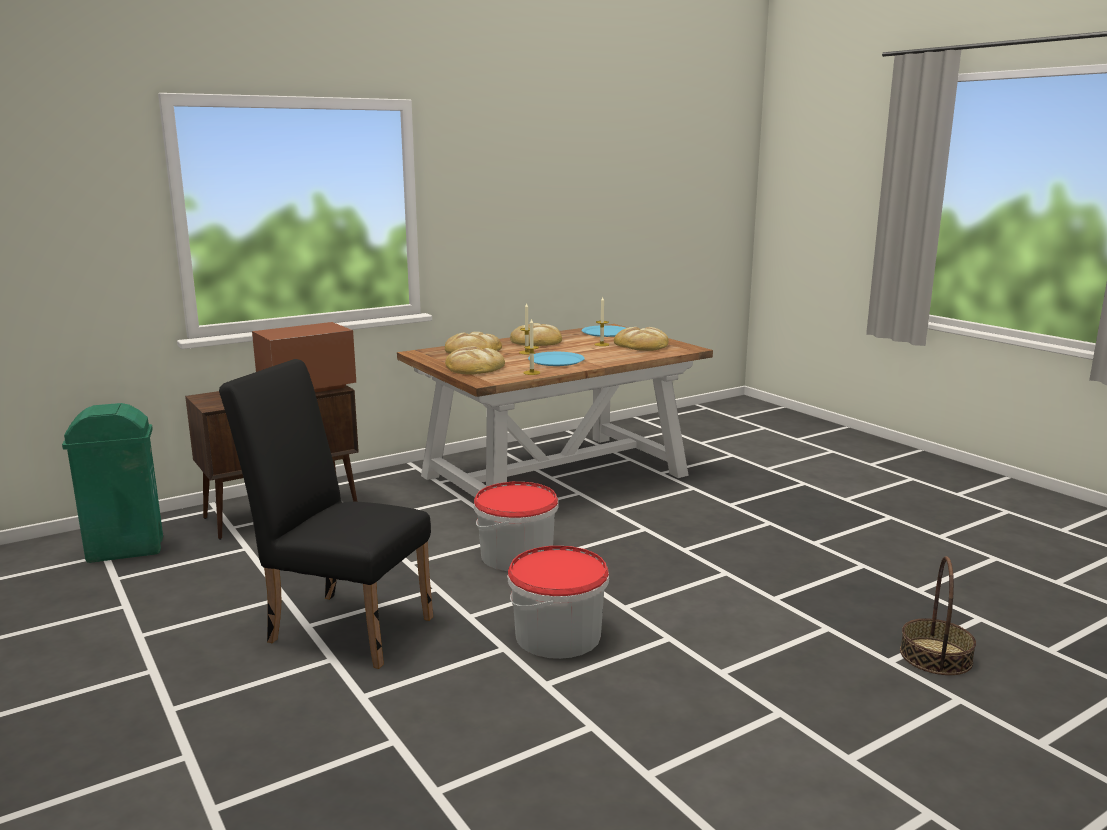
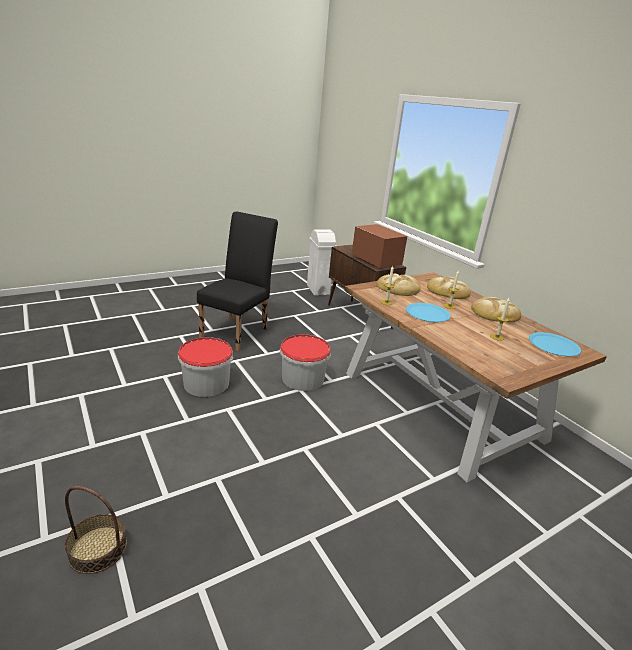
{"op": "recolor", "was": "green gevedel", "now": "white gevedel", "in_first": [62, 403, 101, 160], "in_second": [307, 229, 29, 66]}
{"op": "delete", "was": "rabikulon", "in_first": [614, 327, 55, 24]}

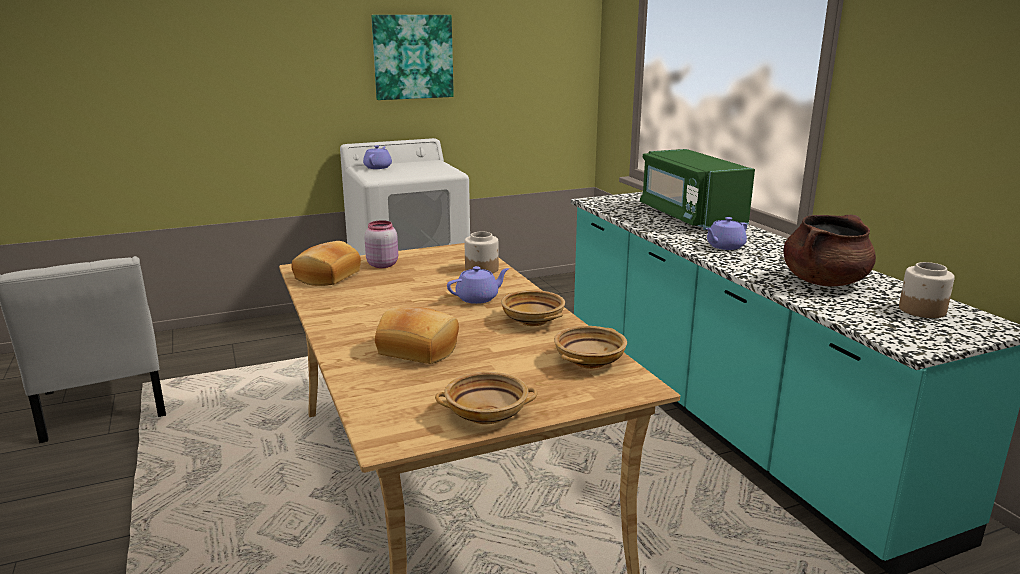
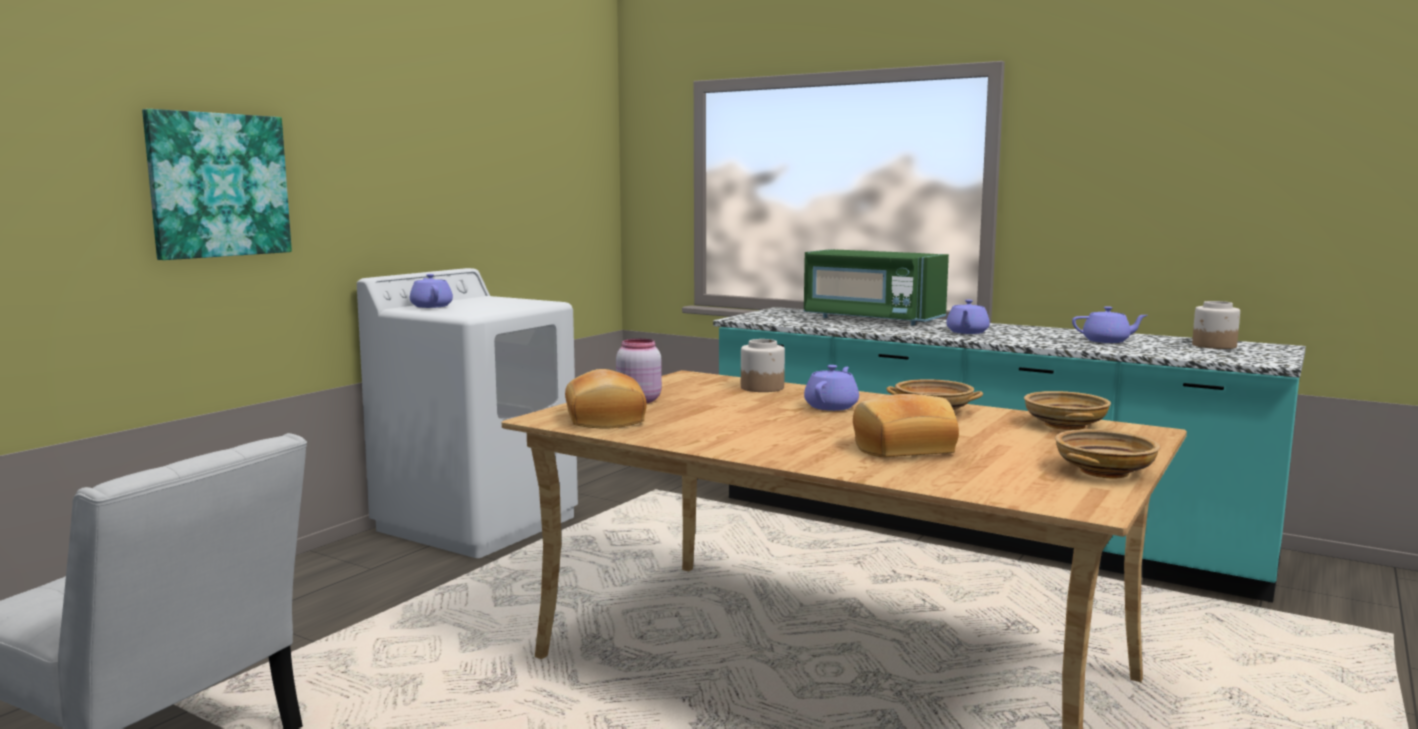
{"op": "move", "was": "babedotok", "in_first": [371, 15, 83, 85], "in_second": [142, 109, 150, 151]}
{"op": "replace", "was": "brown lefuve", "now": "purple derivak", "in_first": [783, 215, 93, 71], "in_second": [1072, 306, 76, 37]}

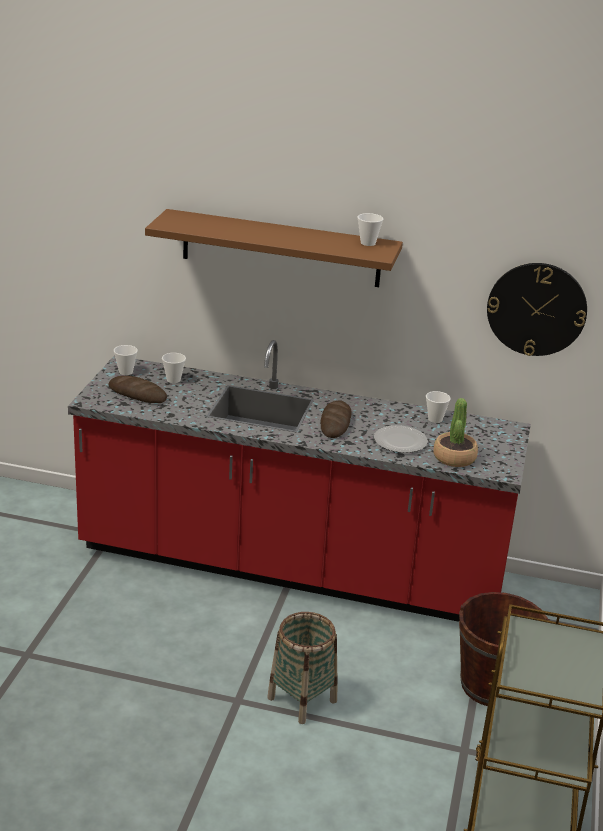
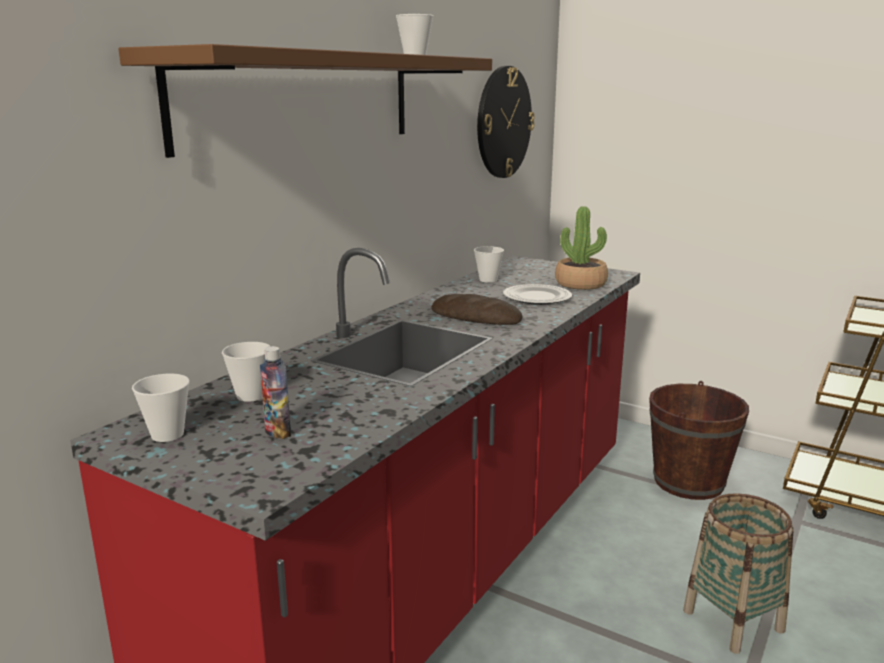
{"op": "replace", "was": "rabikulon", "now": "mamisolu", "in_first": [108, 376, 59, 27], "in_second": [260, 346, 31, 93]}

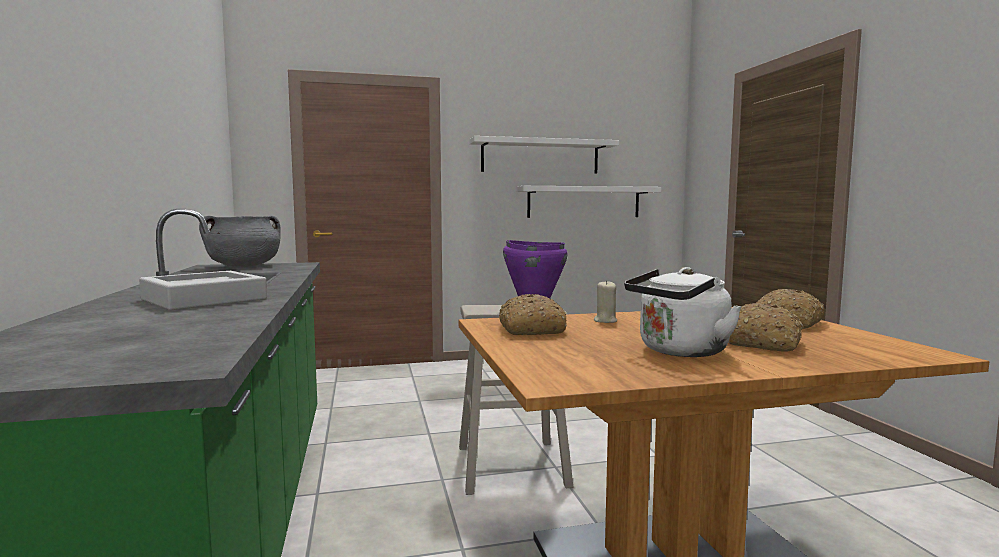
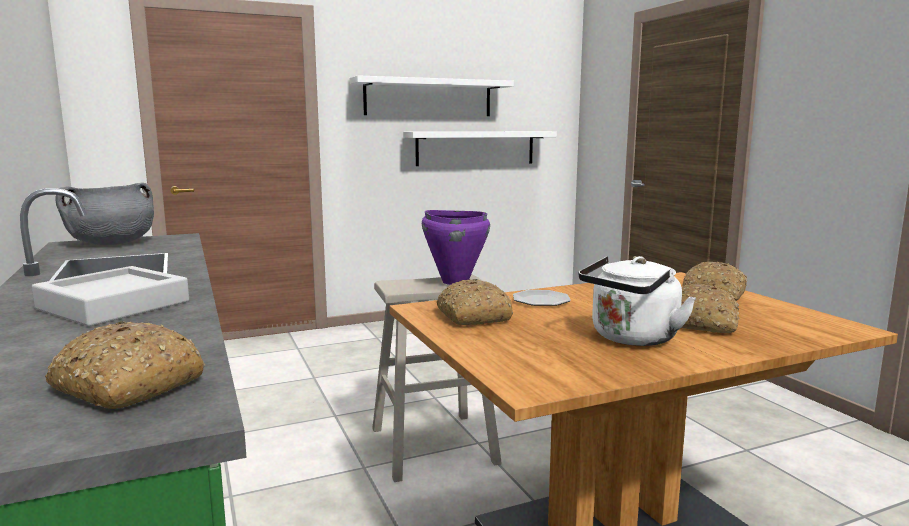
{"op": "insert", "now": "rabikulon", "in_second": [45, 321, 160, 88]}
{"op": "replace", "was": "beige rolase", "now": "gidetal", "in_first": [594, 280, 23, 43], "in_second": [513, 290, 58, 16]}

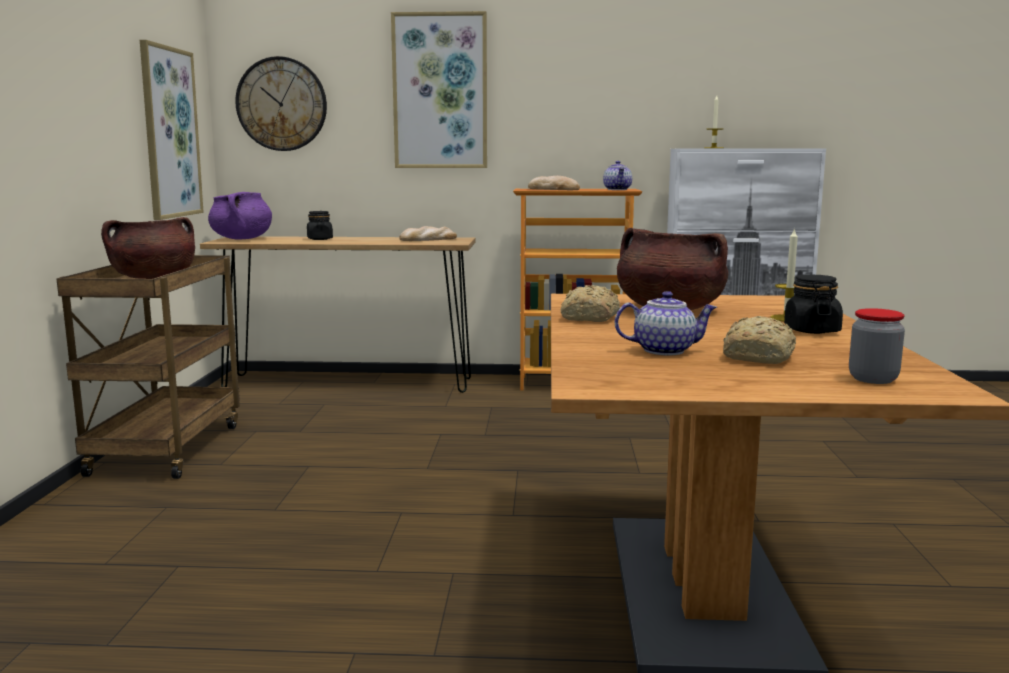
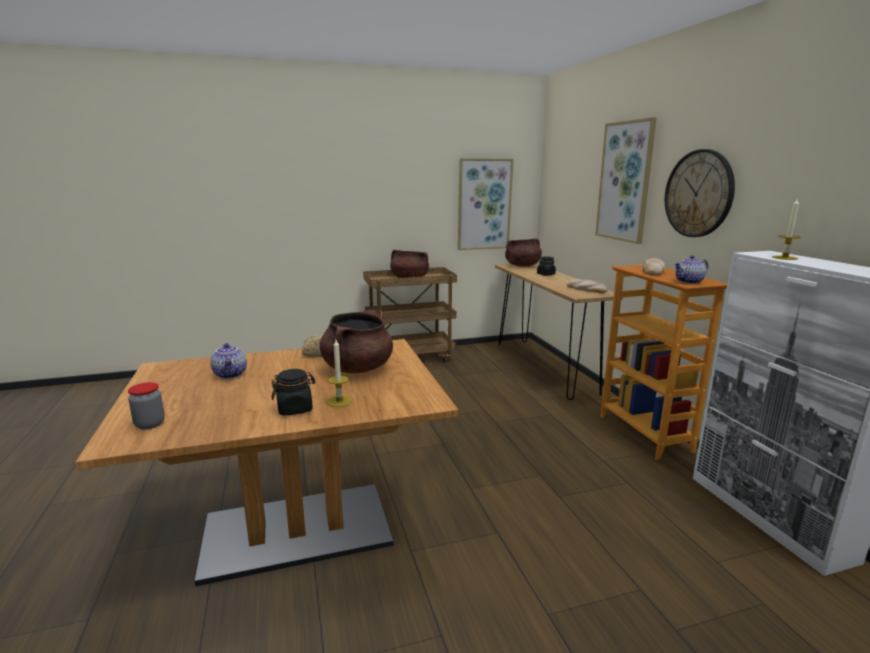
{"op": "recolor", "was": "purple lefuve", "now": "brown lefuve", "in_first": [208, 192, 64, 47], "in_second": [505, 238, 37, 29]}
{"op": "move", "was": "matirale", "in_first": [235, 56, 92, 95], "in_second": [665, 149, 70, 88]}
{"op": "delete", "was": "rabikulon", "in_first": [723, 316, 73, 48]}

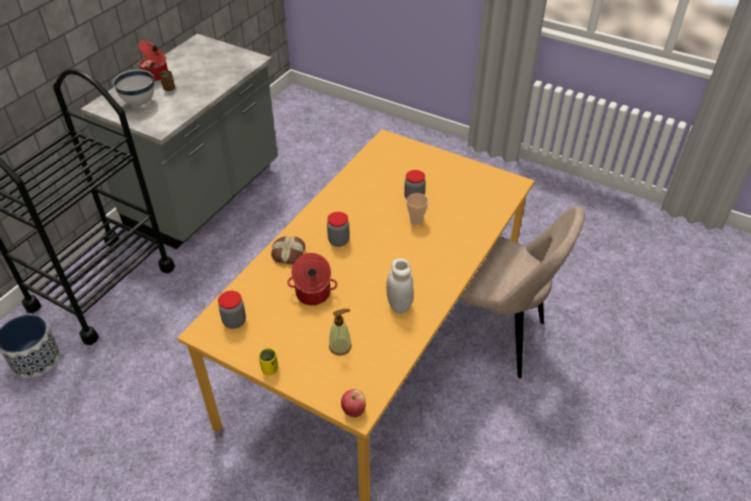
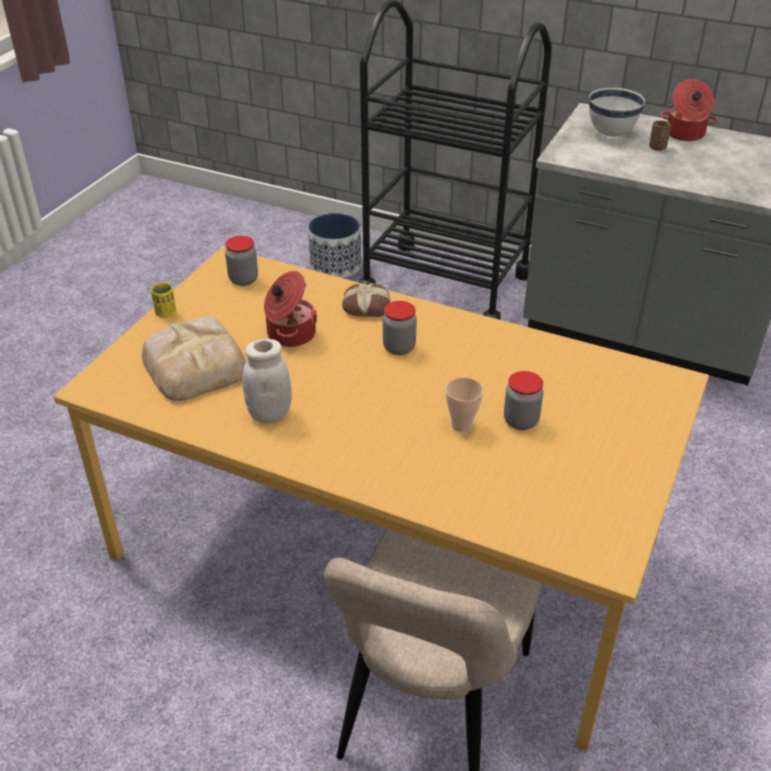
{"op": "replace", "was": "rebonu", "now": "rabikulon", "in_first": [329, 309, 23, 47], "in_second": [142, 317, 104, 84]}
{"op": "delete", "was": "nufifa", "in_first": [341, 389, 25, 28]}

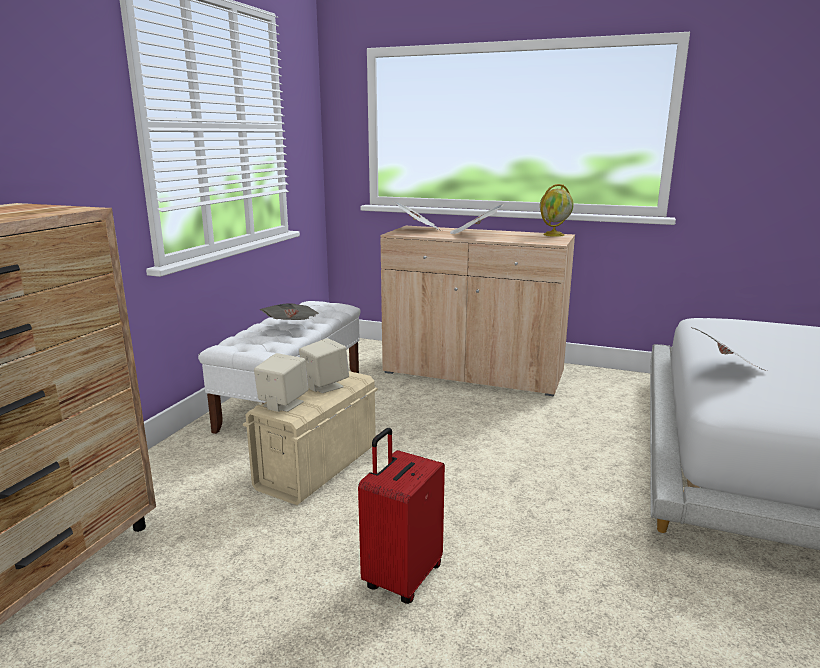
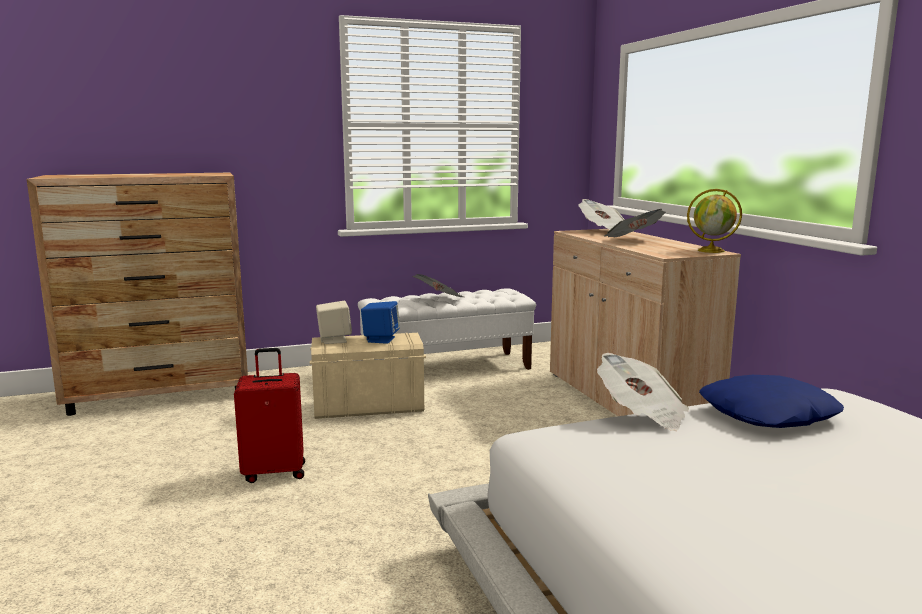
{"op": "recolor", "was": "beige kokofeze", "now": "blue kokofeze", "in_first": [299, 338, 50, 55], "in_second": [361, 301, 39, 43]}
{"op": "insert", "now": "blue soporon", "in_second": [699, 375, 145, 53]}

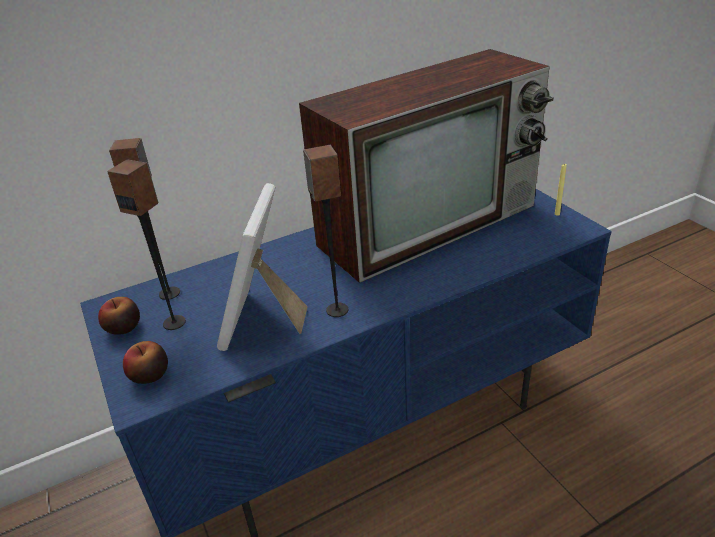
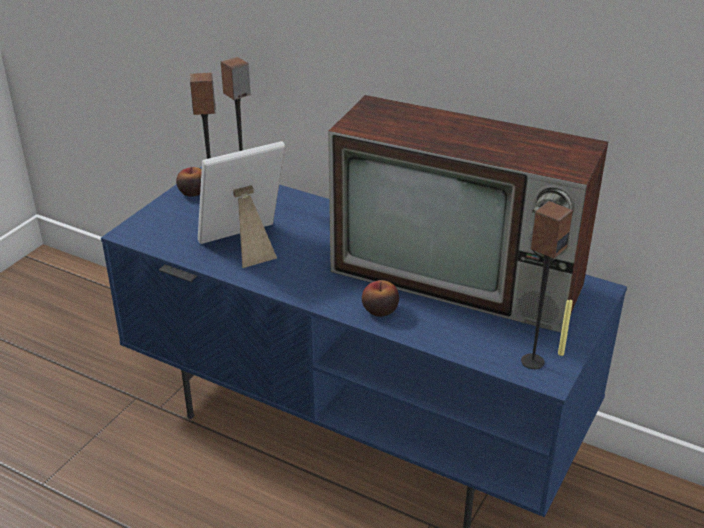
{"op": "move", "was": "nufifa", "in_first": [123, 341, 45, 43], "in_second": [362, 280, 37, 37]}
{"op": "move", "was": "kokofeze", "in_first": [303, 145, 45, 172], "in_second": [521, 201, 52, 168]}

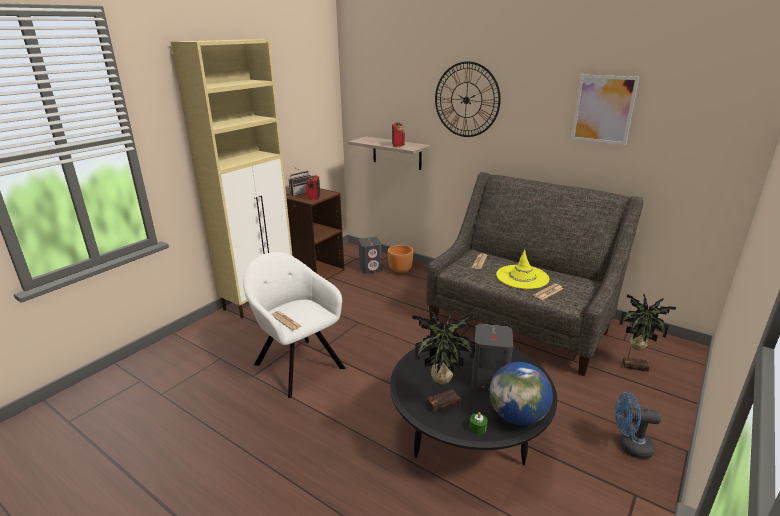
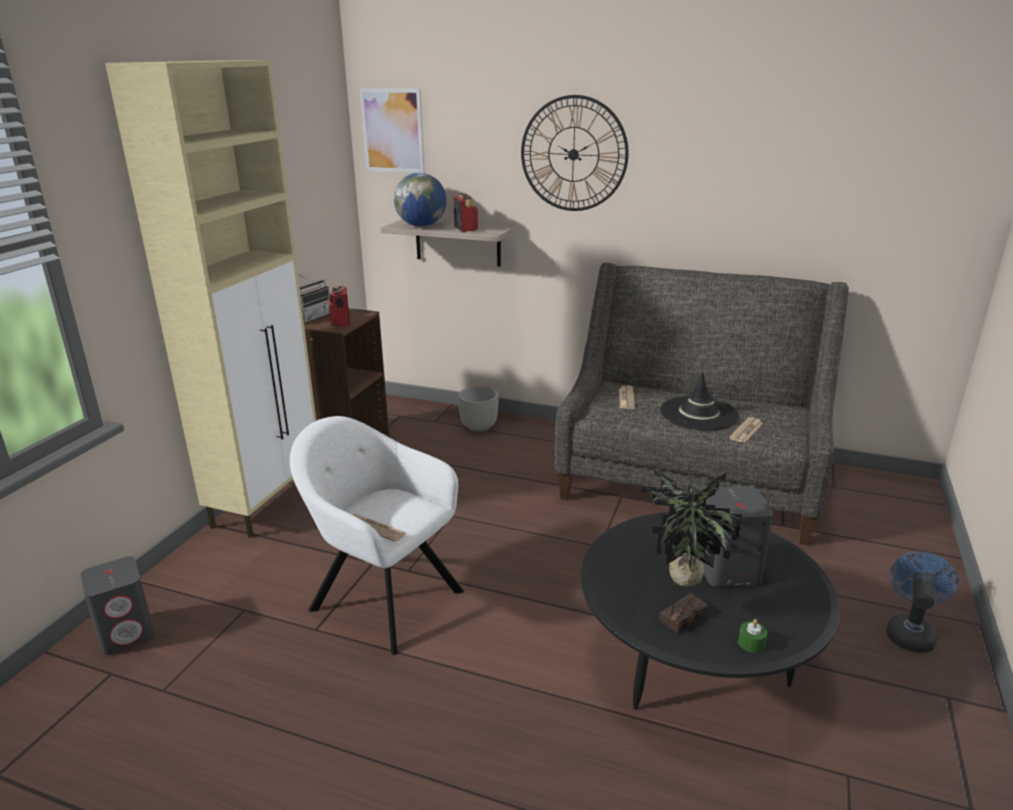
{"op": "move", "was": "grey kokofeze", "in_first": [359, 237, 23, 37], "in_second": [81, 556, 74, 99]}
{"op": "move", "was": "babedotok", "in_first": [571, 75, 68, 70], "in_second": [360, 88, 65, 85]}
{"op": "move", "was": "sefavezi", "in_first": [490, 362, 63, 64], "in_second": [394, 173, 52, 54]}
{"op": "recolor", "was": "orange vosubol", "now": "grey vosubol", "in_first": [388, 245, 25, 29], "in_second": [458, 386, 41, 46]}
{"op": "recolor", "was": "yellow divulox", "now": "black divulox", "in_first": [496, 249, 53, 40], "in_second": [660, 372, 79, 58]}
{"op": "rotate", "was": "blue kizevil", "in_first": [615, 392, 46, 67], "in_second": [886, 552, 72, 101], "clockwise": 120}
{"op": "delete", "was": "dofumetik", "in_first": [620, 294, 56, 78]}

